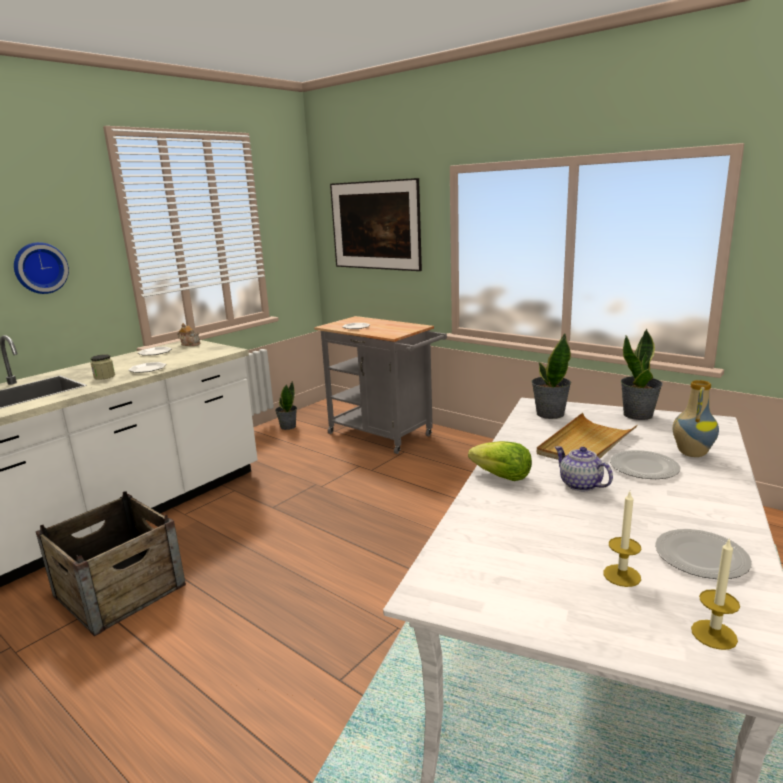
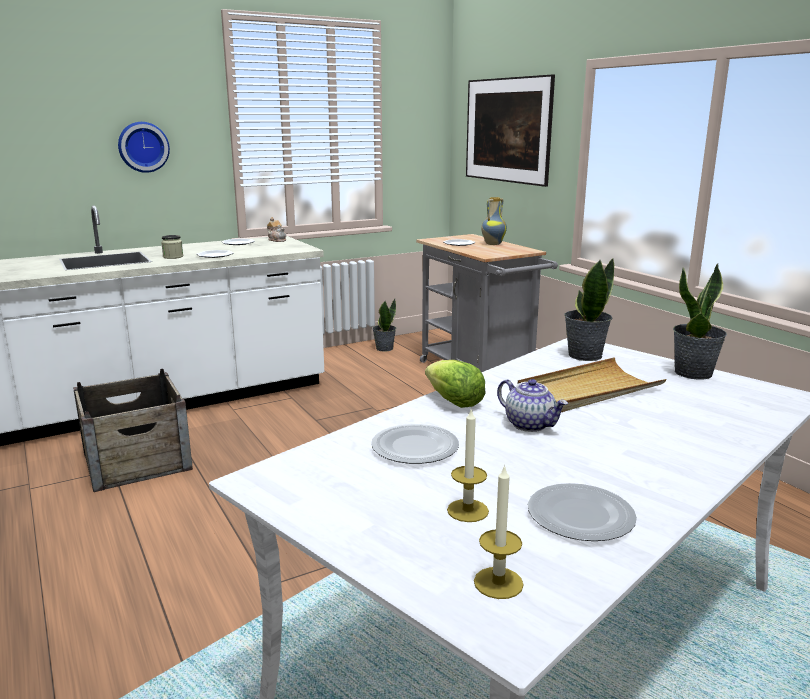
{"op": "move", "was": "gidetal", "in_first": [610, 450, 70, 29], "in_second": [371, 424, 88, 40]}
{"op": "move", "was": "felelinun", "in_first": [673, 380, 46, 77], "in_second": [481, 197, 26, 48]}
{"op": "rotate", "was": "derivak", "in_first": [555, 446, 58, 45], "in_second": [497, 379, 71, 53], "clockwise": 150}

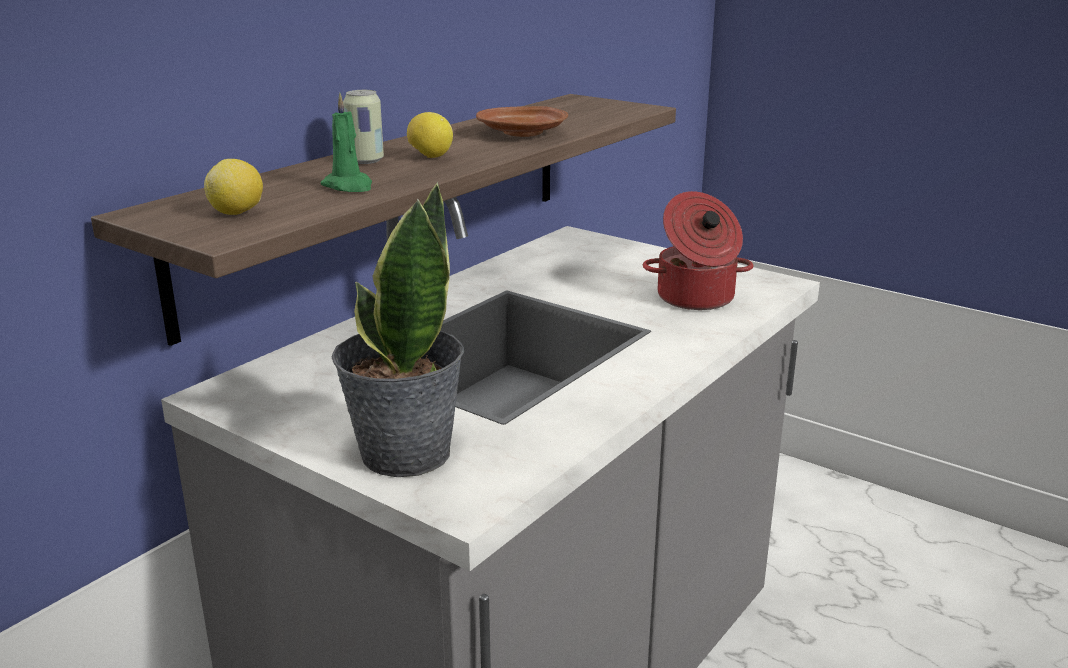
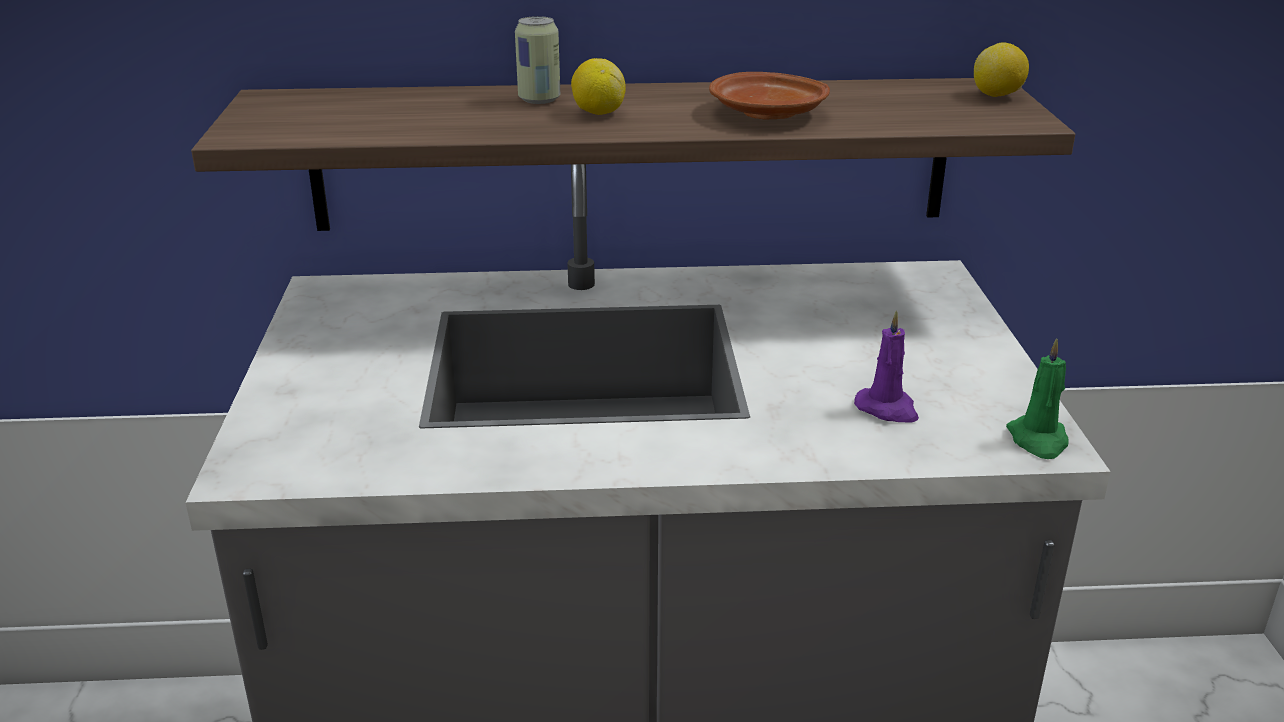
{"op": "replace", "was": "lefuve", "now": "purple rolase", "in_first": [643, 191, 111, 119], "in_second": [854, 310, 65, 113]}
{"op": "move", "was": "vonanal", "in_first": [204, 159, 59, 56], "in_second": [974, 42, 55, 55]}
{"op": "move", "was": "green rolase", "in_first": [320, 93, 52, 99], "in_second": [1006, 338, 63, 121]}
{"op": "delete", "was": "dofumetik", "in_first": [332, 182, 132, 295]}

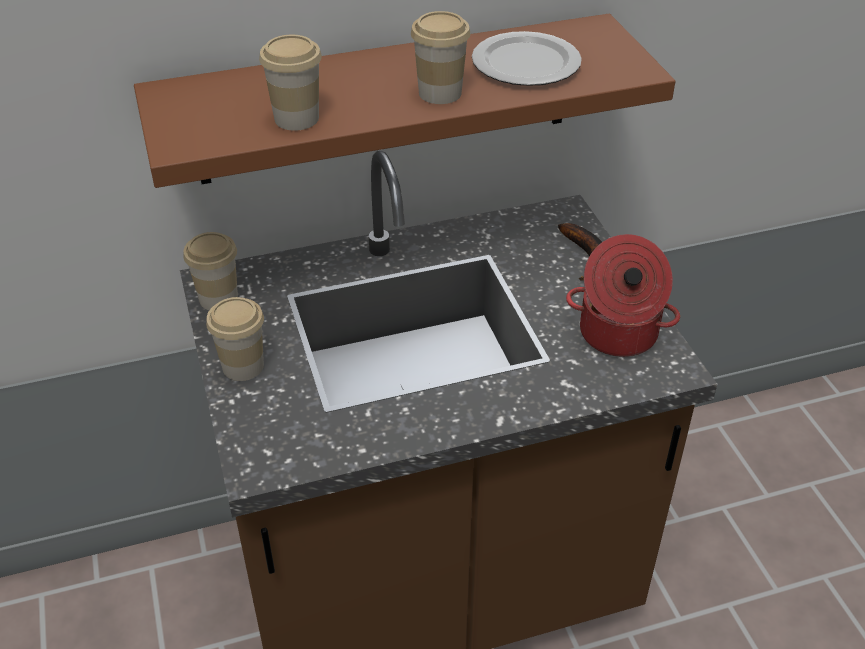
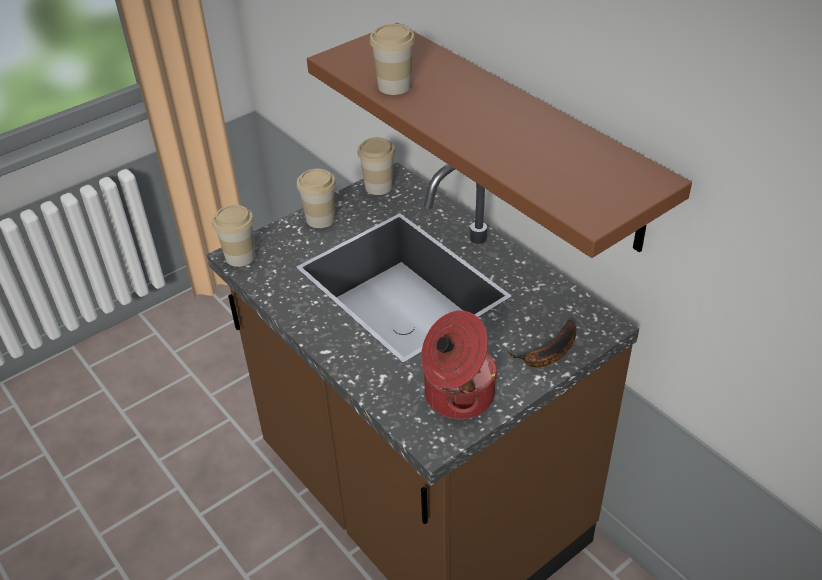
{"op": "move", "was": "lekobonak", "in_first": [411, 11, 59, 93], "in_second": [212, 205, 43, 62]}
{"op": "delete", "was": "gidetal", "in_first": [472, 31, 110, 55]}

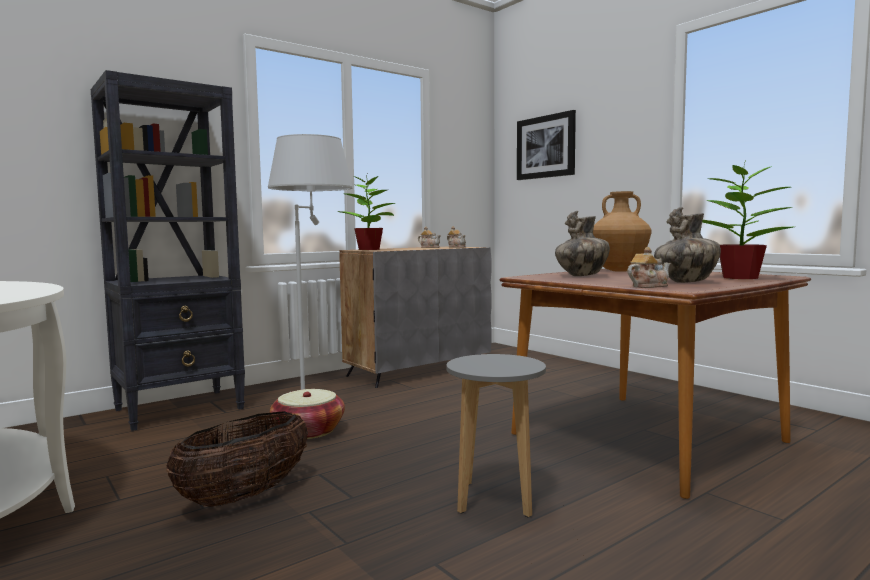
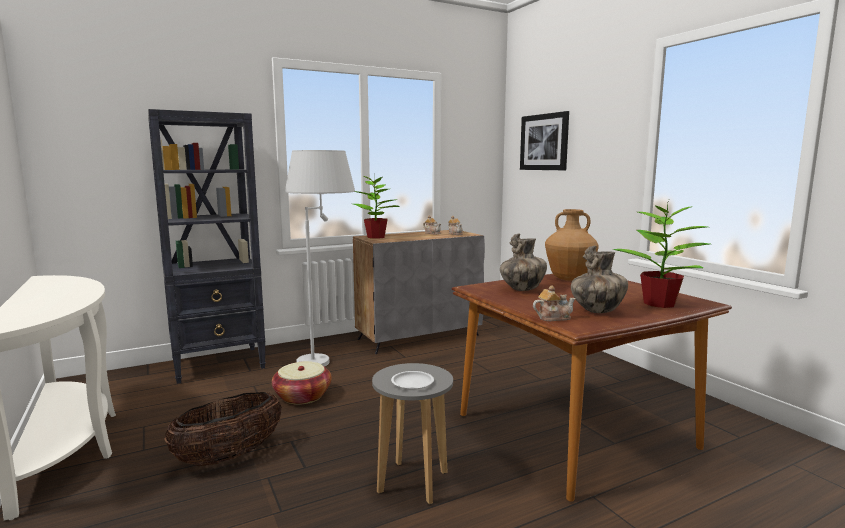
{"op": "insert", "now": "white gidetal", "in_second": [391, 371, 43, 19]}

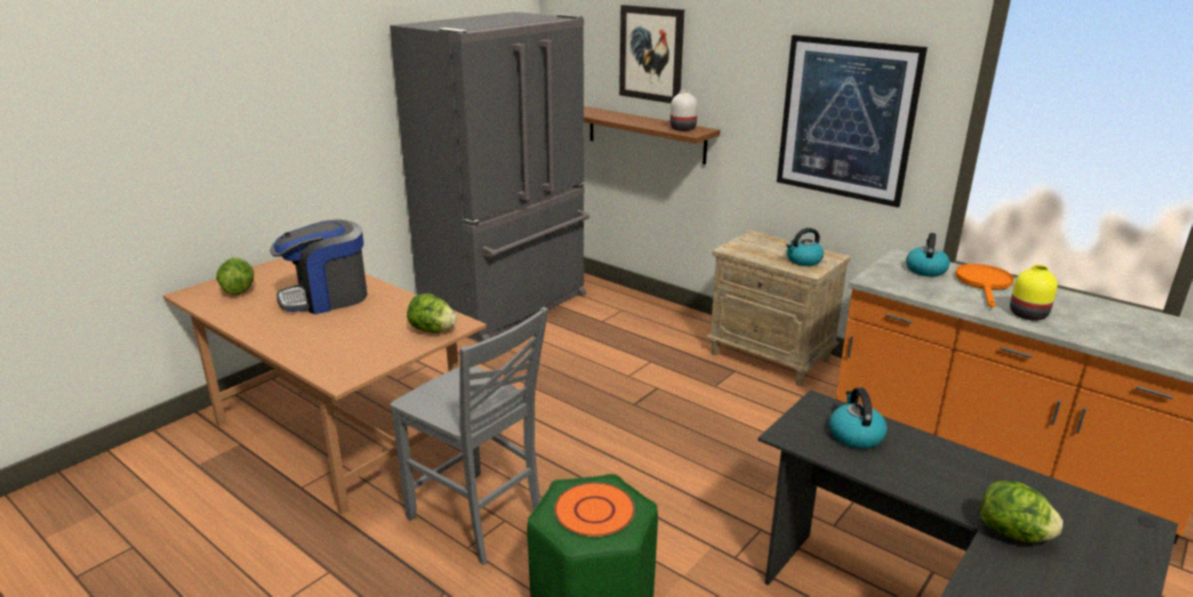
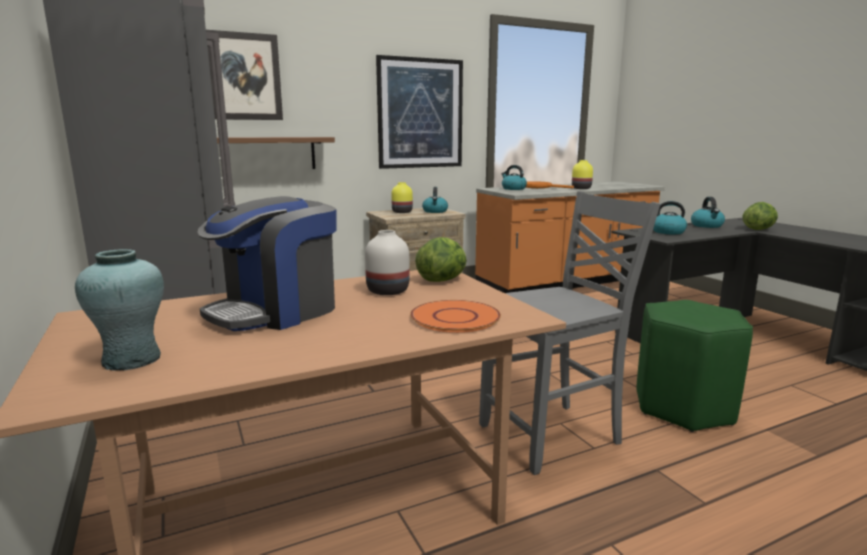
{"op": "replace", "was": "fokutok", "now": "turquoise felelinun", "in_first": [216, 258, 38, 37], "in_second": [75, 249, 89, 122]}
{"op": "rotate", "was": "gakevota", "in_first": [270, 220, 97, 95], "in_second": [197, 196, 140, 135], "clockwise": 45}
{"op": "move", "was": "white felelinun", "in_first": [670, 90, 28, 41], "in_second": [365, 230, 45, 65]}
{"op": "insert", "now": "yellow felelinun", "in_second": [391, 182, 22, 31]}
{"op": "move", "was": "orange gidetal", "in_first": [554, 482, 81, 55], "in_second": [410, 300, 91, 33]}
{"op": "insert", "now": "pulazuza", "in_second": [691, 197, 34, 31]}

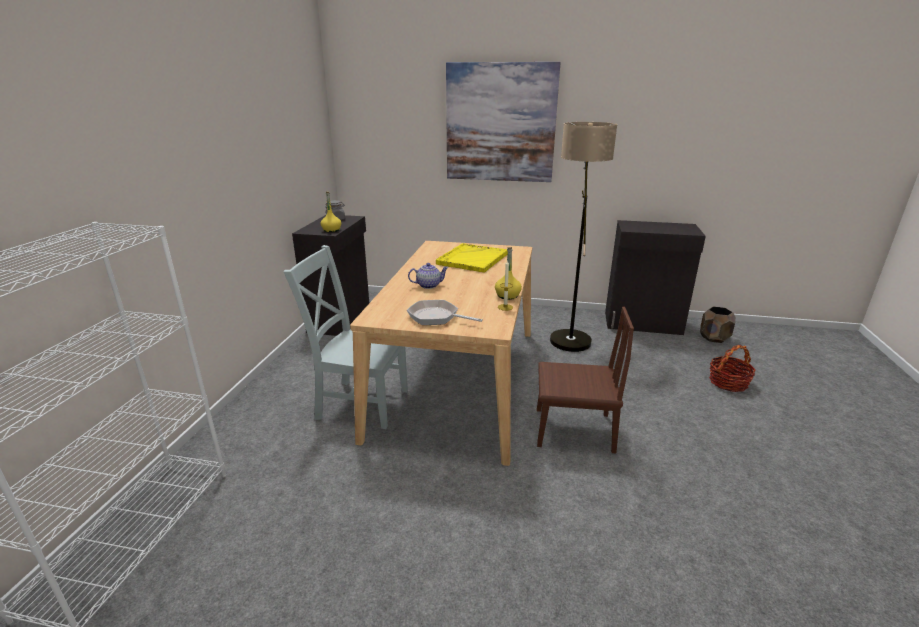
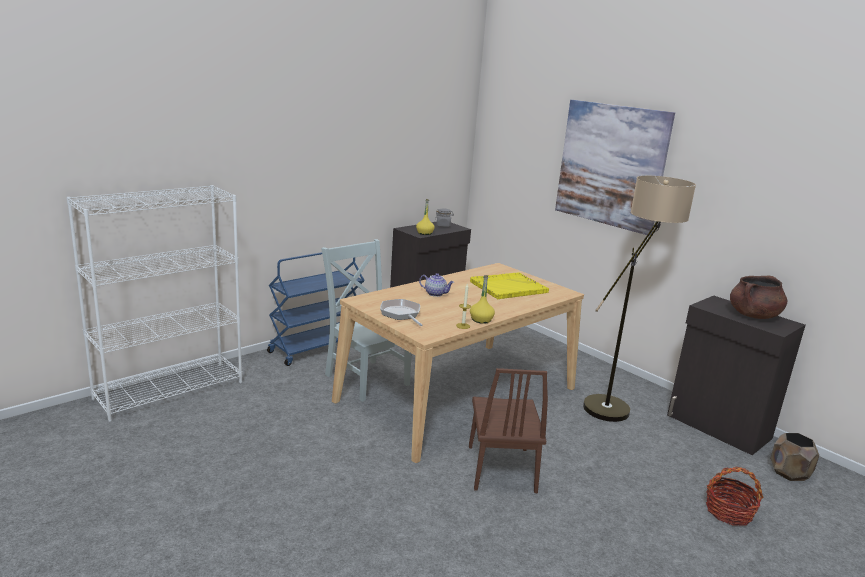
{"op": "insert", "now": "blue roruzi", "in_second": [267, 252, 98, 114]}
{"op": "rotate", "was": "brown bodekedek", "in_first": [537, 307, 97, 146], "in_second": [469, 368, 79, 125], "clockwise": 45}
{"op": "insert", "now": "brown lefuve", "in_second": [730, 276, 58, 43]}

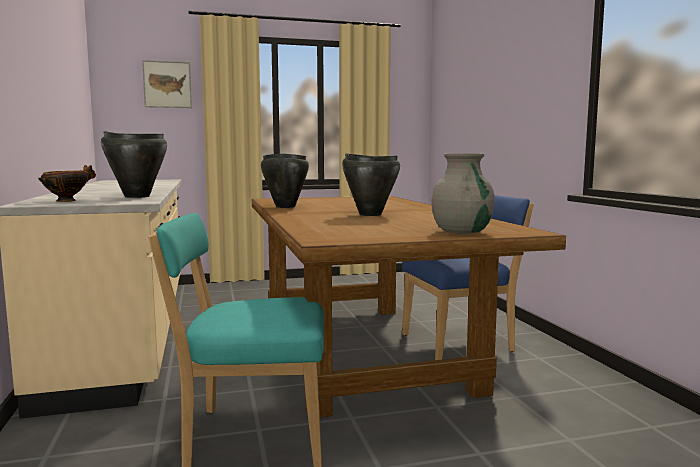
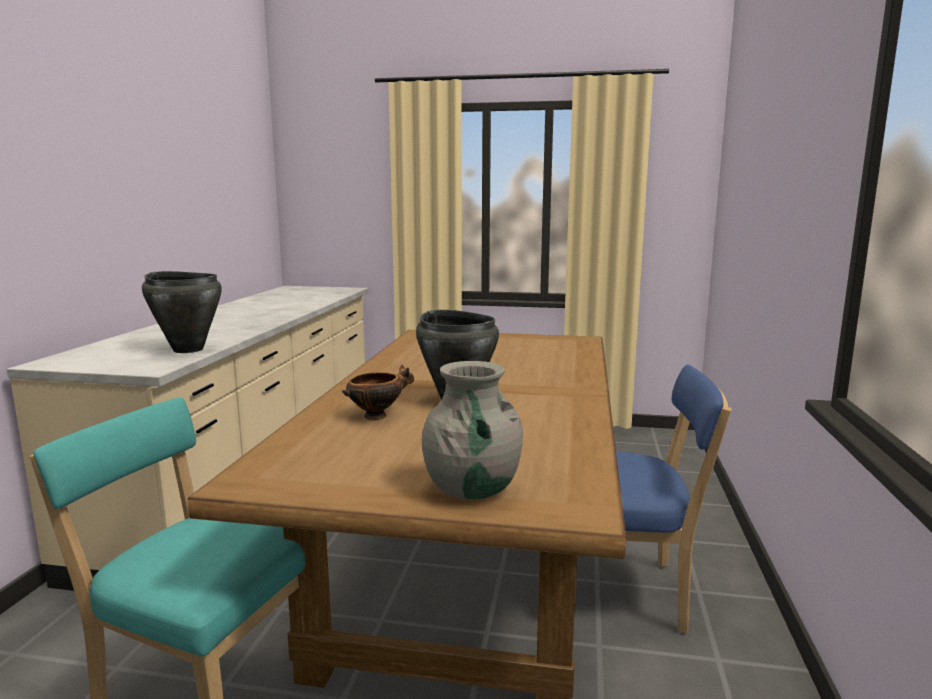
{"op": "move", "was": "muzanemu", "in_first": [38, 165, 58, 37], "in_second": [342, 365, 72, 55]}
{"op": "delete", "was": "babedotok", "in_first": [142, 60, 50, 48]}
{"op": "delete", "was": "black lefuve", "in_first": [261, 154, 48, 54]}

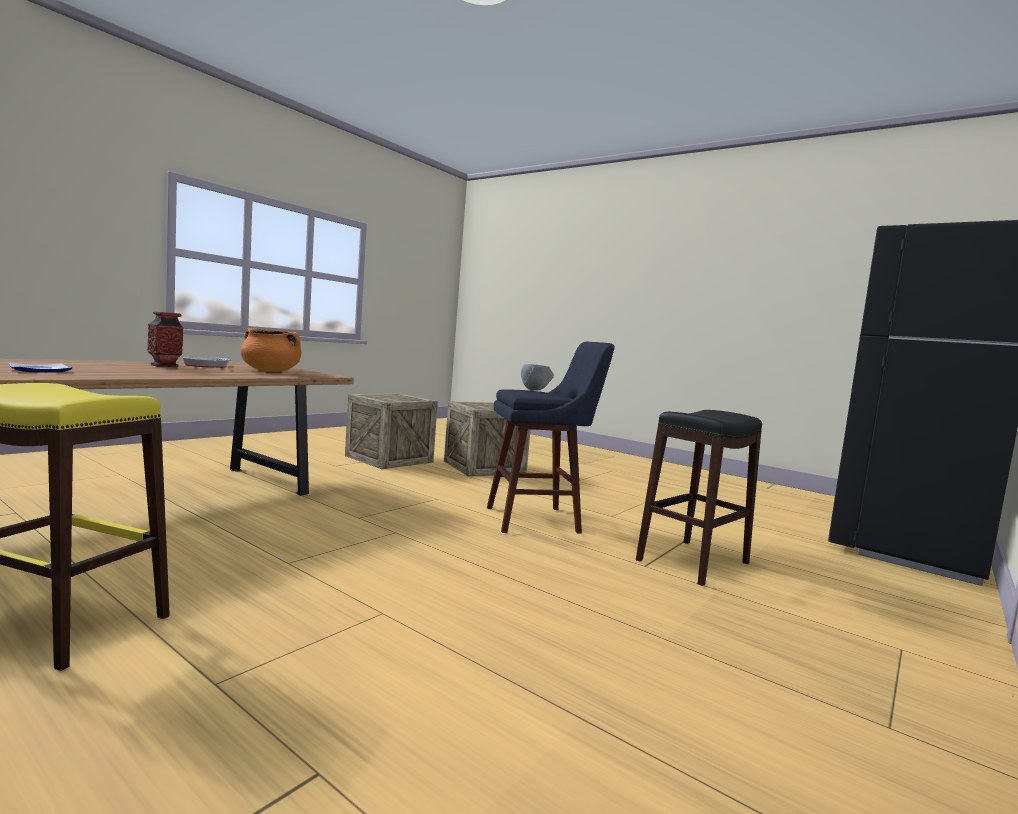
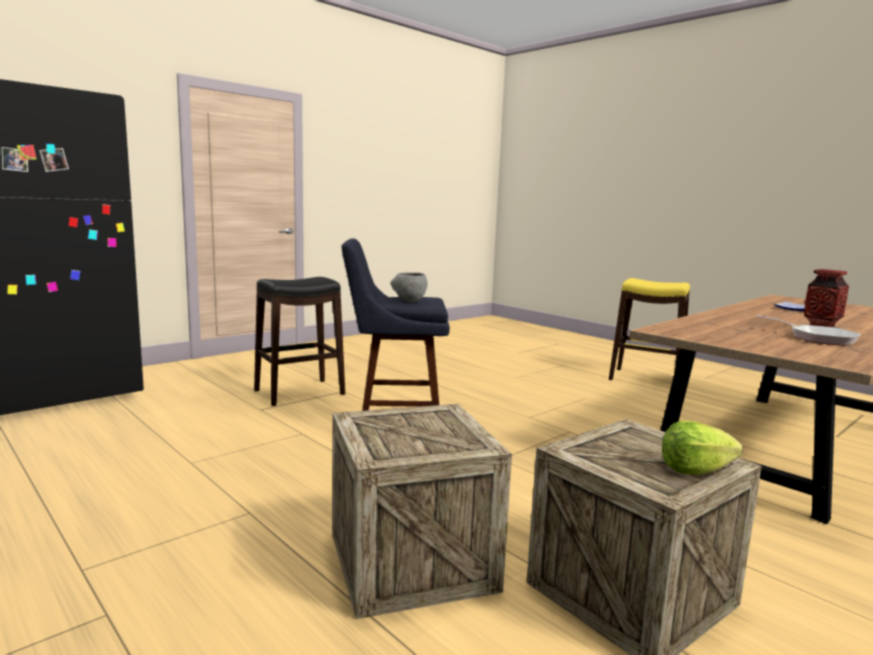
{"op": "insert", "now": "fokutok", "in_second": [662, 421, 81, 54]}
{"op": "delete", "was": "orange lefuve", "in_first": [240, 328, 62, 44]}

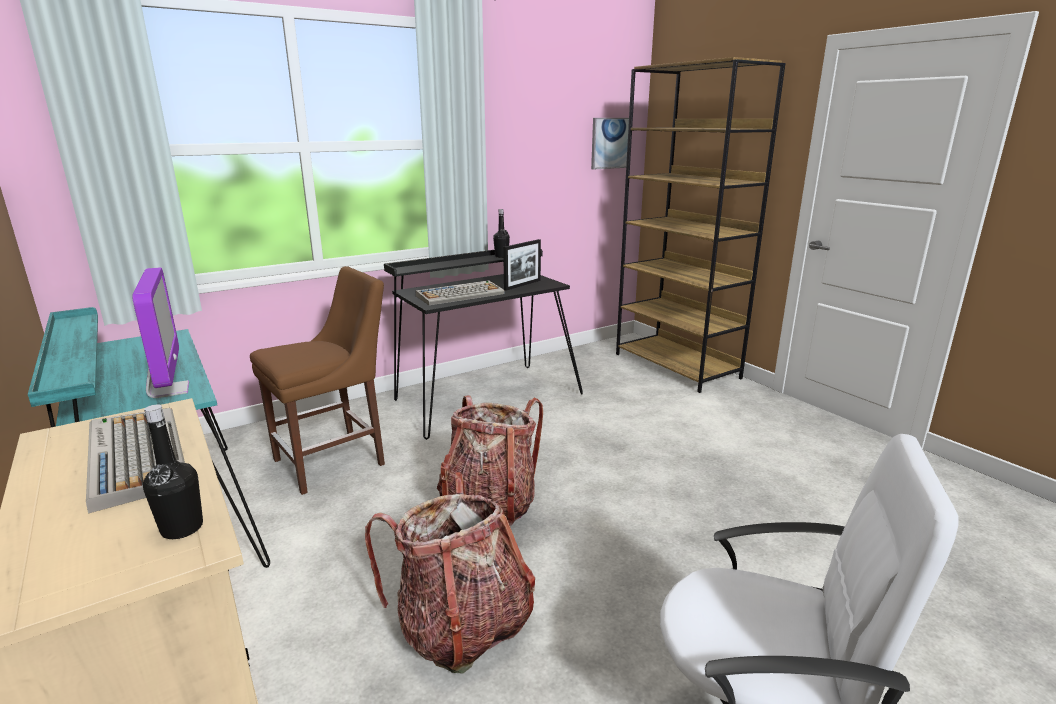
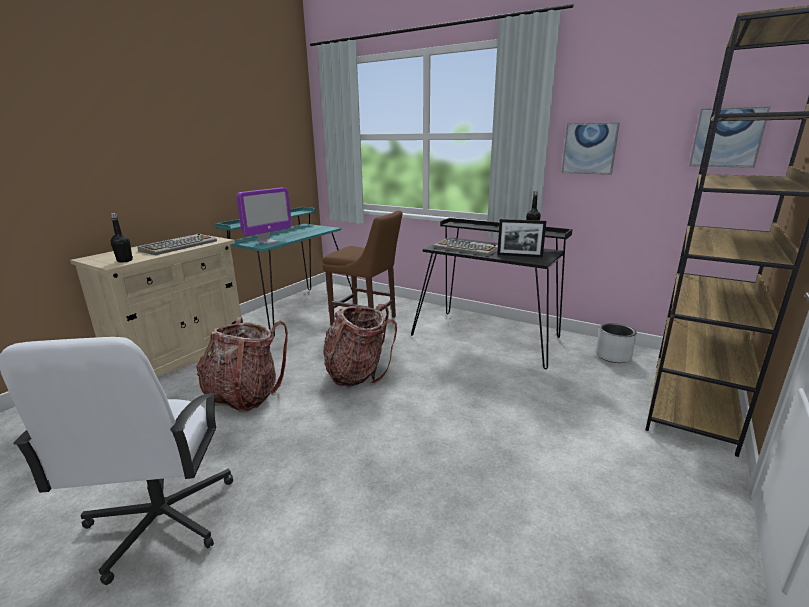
{"op": "insert", "now": "babedotok", "in_second": [562, 122, 58, 53]}
{"op": "insert", "now": "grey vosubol", "in_second": [596, 323, 41, 40]}

